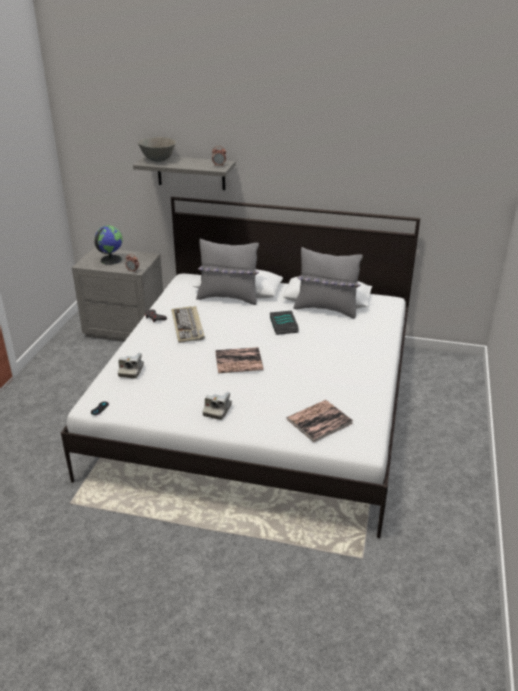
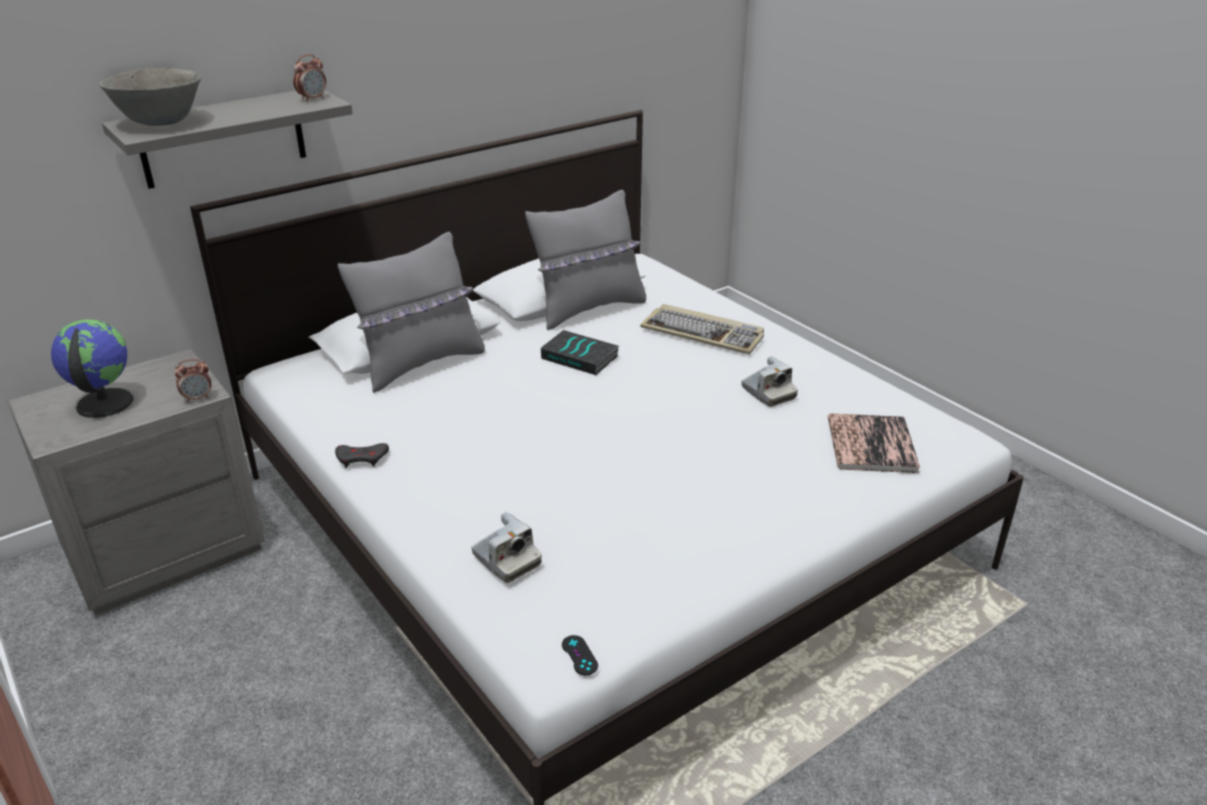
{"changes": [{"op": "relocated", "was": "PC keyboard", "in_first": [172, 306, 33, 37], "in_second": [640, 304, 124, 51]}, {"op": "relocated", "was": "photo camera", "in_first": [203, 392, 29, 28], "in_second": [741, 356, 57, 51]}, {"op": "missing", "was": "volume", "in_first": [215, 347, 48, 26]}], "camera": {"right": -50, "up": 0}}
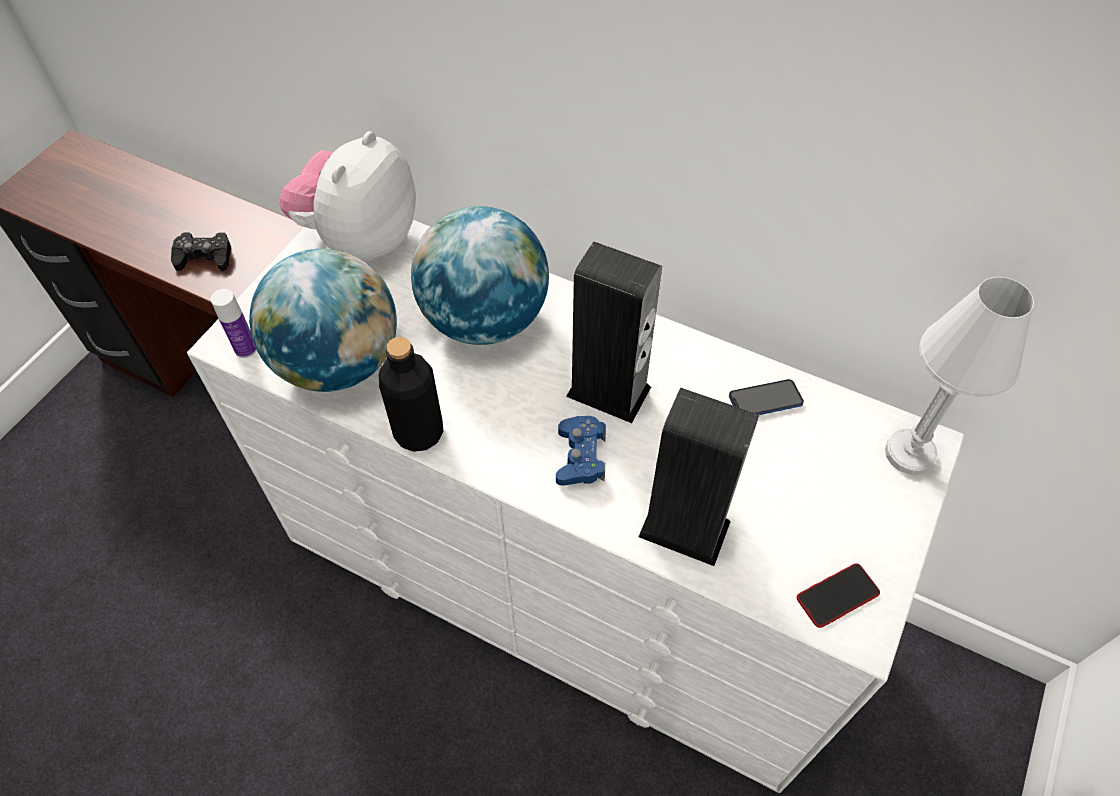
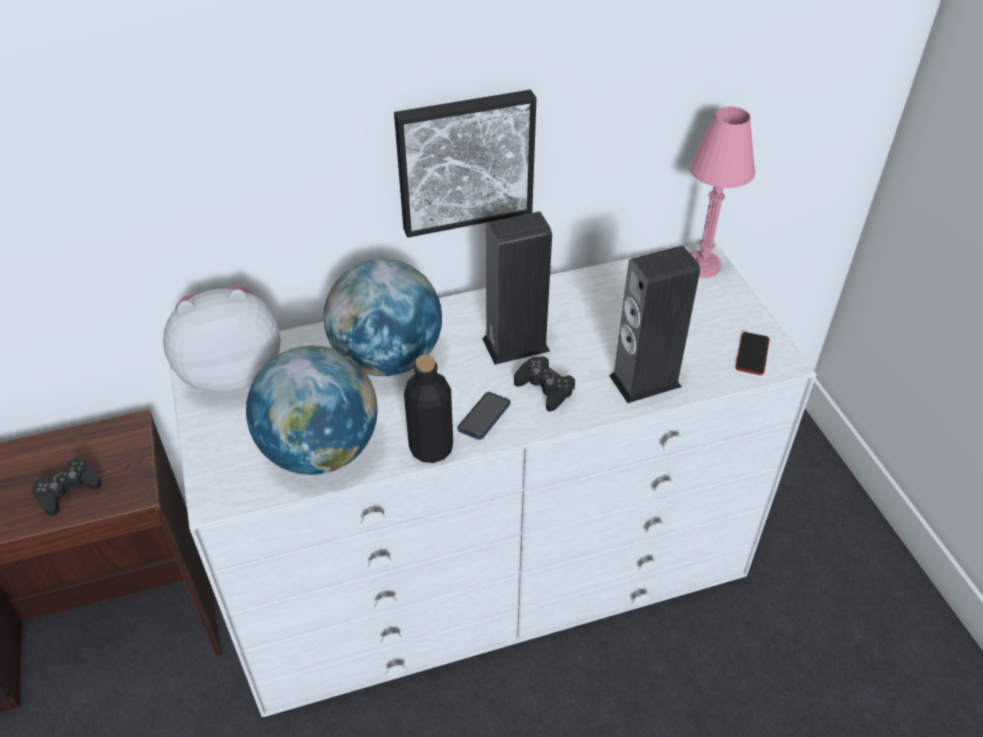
{"changes": [{"op": "missing", "was": "drink bottle", "in_first": [211, 289, 46, 69]}, {"op": "spun", "was": "cuddly toy", "in_first": [279, 131, 137, 131], "in_second": [163, 285, 118, 108], "clockwise": 90}, {"op": "colour", "was": "blue-coloured joypad", "now": "black-coloured joypad", "in_first": [556, 416, 50, 70], "in_second": [514, 356, 61, 56]}, {"op": "relocated", "was": "handset", "in_first": [729, 379, 75, 36], "in_second": [457, 392, 54, 48]}, {"op": "colour", "was": "white-coloured tabletop lamp", "now": "pinkish tabletop lamp", "in_first": [885, 277, 149, 198], "in_second": [689, 106, 66, 172]}, {"op": "appeared", "now": "wall picture", "in_second": [394, 90, 143, 148]}], "camera": {"right": -45, "up": -10}}
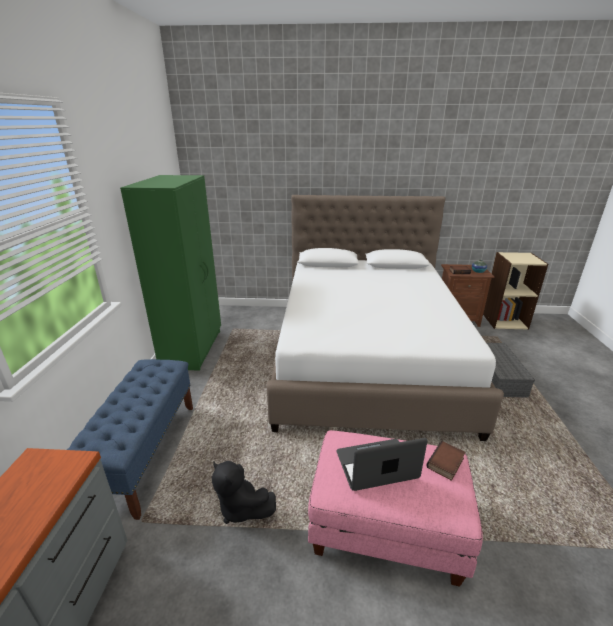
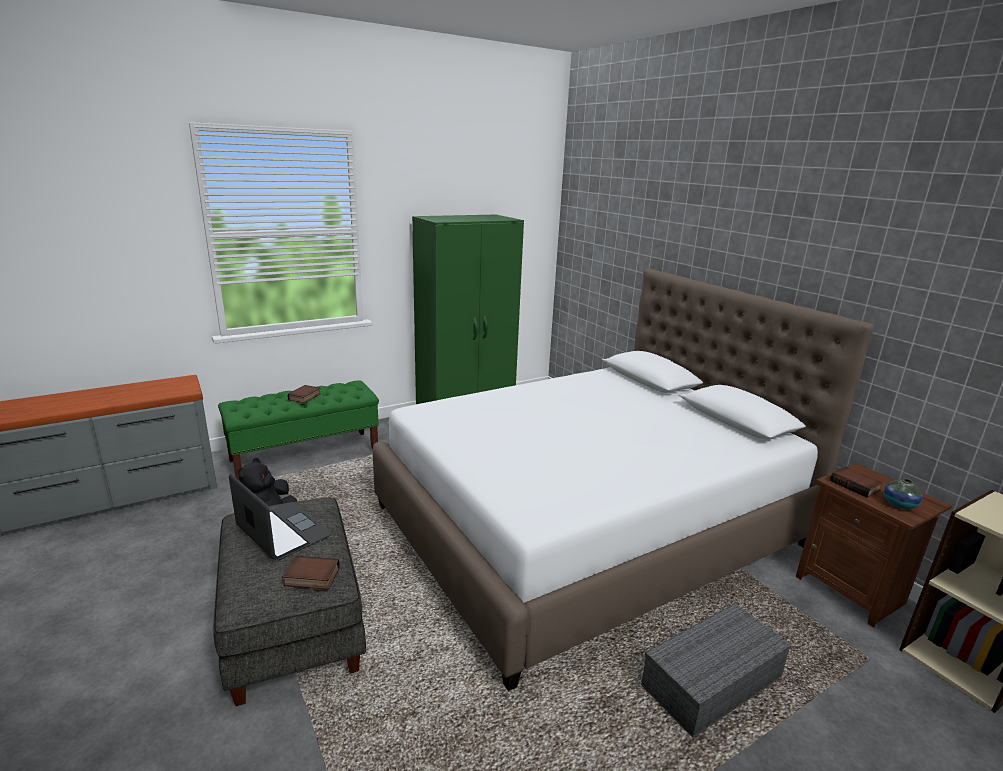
{"changes": [{"op": "colour", "was": "blue-coloured long seat", "now": "greenish long seat", "in_first": [67, 359, 126, 161], "in_second": [218, 381, 161, 100]}, {"op": "colour", "was": "pinkish ottoman", "now": "grey ottoman", "in_first": [308, 430, 175, 157], "in_second": [213, 498, 153, 208]}, {"op": "appeared", "now": "volume", "in_second": [288, 385, 33, 18]}], "camera": {"right": 55, "up": -5}}
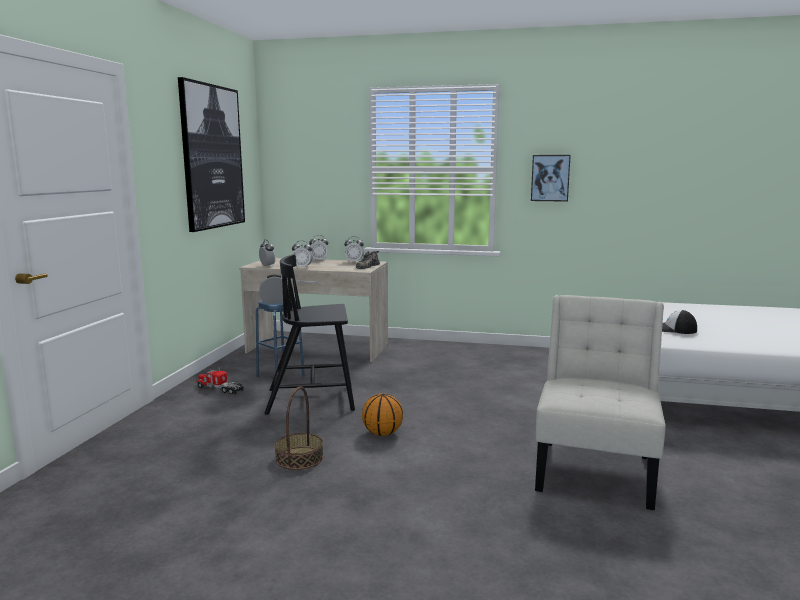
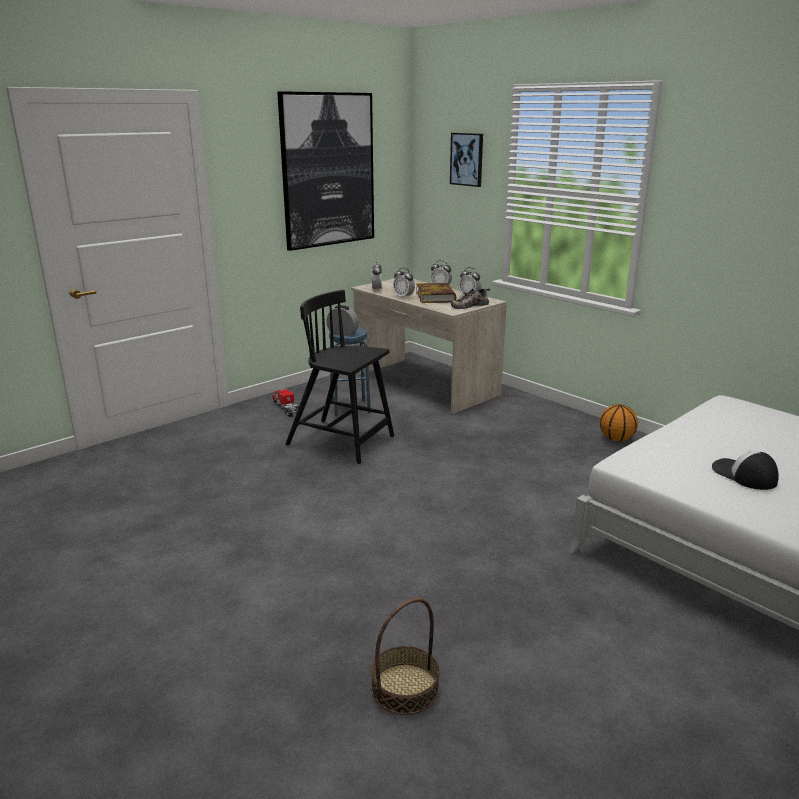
{"changes": [{"op": "relocated", "was": "basket", "in_first": [275, 386, 49, 84], "in_second": [371, 598, 69, 117]}, {"op": "relocated", "was": "basketball ball", "in_first": [362, 393, 41, 43], "in_second": [600, 404, 38, 37]}, {"op": "relocated", "was": "wall picture", "in_first": [531, 155, 40, 47], "in_second": [450, 133, 33, 54]}, {"op": "missing", "was": "white-coloured upright chair", "in_first": [535, 295, 131, 215]}, {"op": "appeared", "now": "volume", "in_second": [416, 283, 41, 20]}], "camera": {"right": 35, "up": 10}}
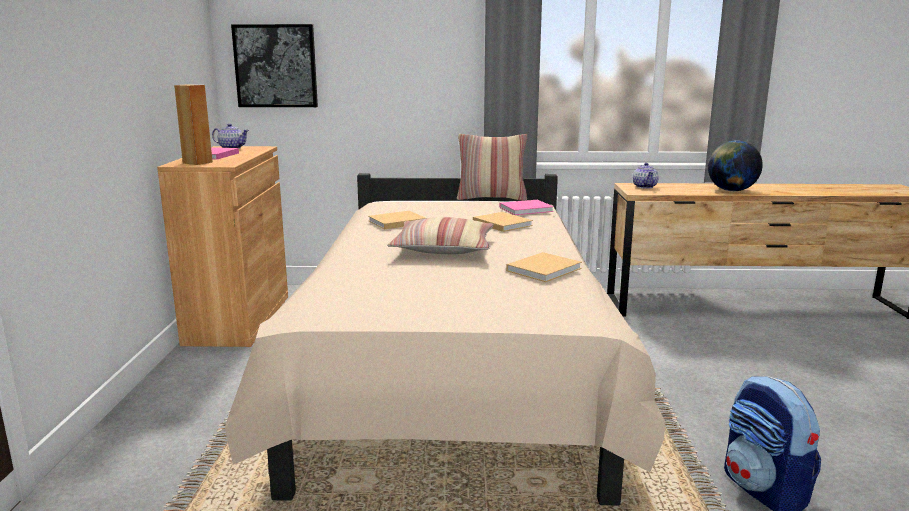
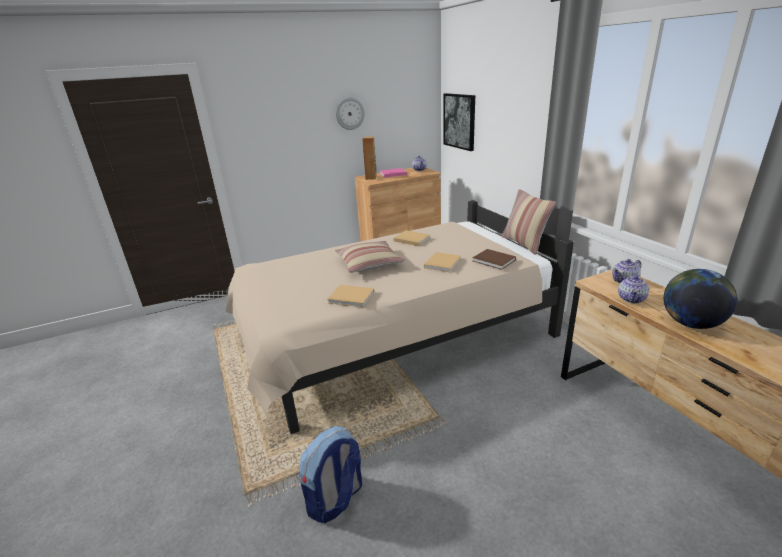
{"changes": [{"op": "colour", "was": "pinkish volume", "now": "brownish volume", "in_first": [499, 200, 55, 15], "in_second": [473, 249, 43, 21]}, {"op": "appeared", "now": "wall clock", "in_second": [336, 97, 29, 33]}, {"op": "appeared", "now": "pot for tea", "in_second": [618, 273, 31, 30]}], "camera": {"right": 65, "up": 10}}
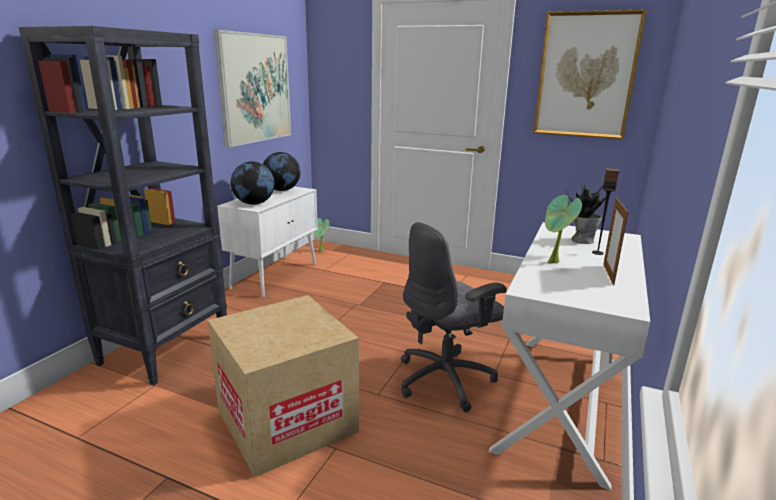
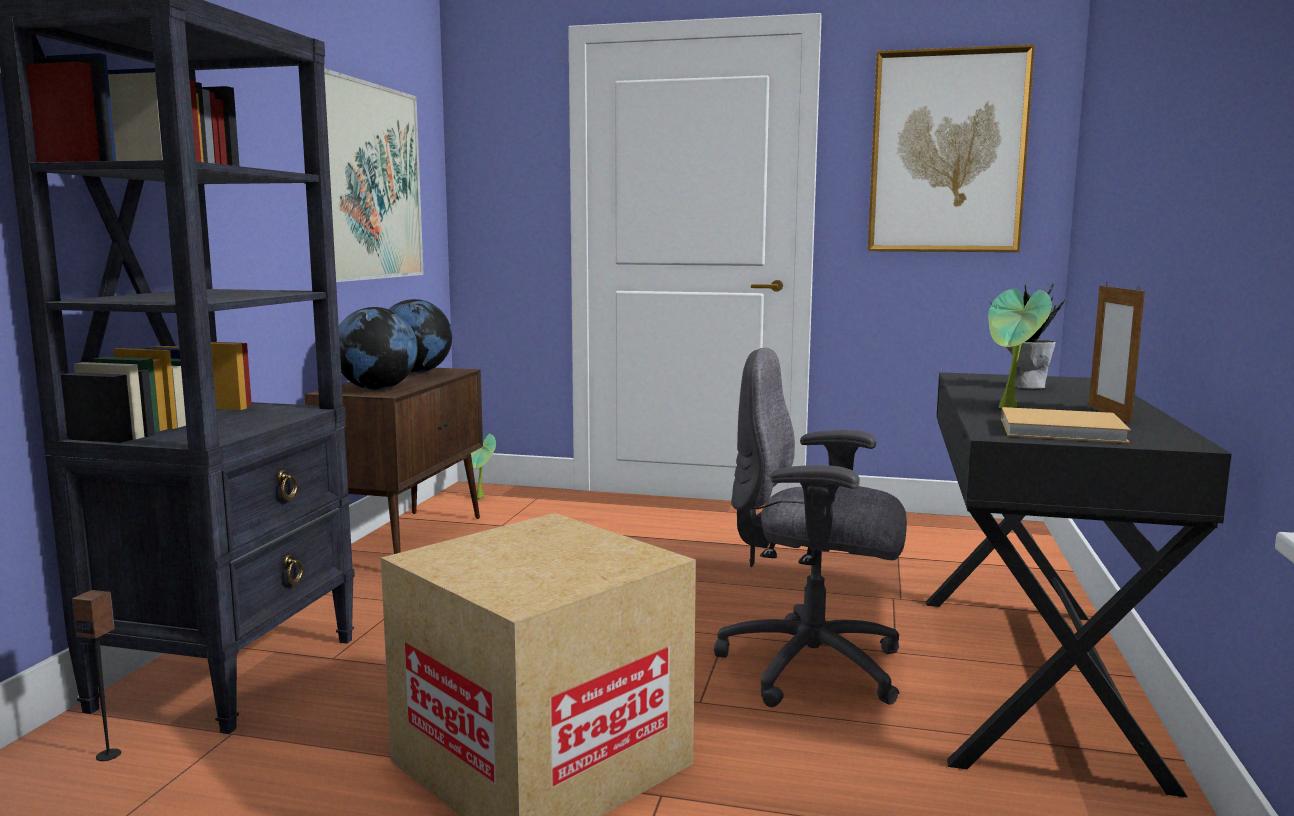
{"changes": [{"op": "colour", "was": "white-coloured cabinet", "now": "brownish cabinet", "in_first": [217, 187, 101, 111], "in_second": [304, 368, 179, 186]}, {"op": "spun", "was": "grey computer chair", "in_first": [400, 222, 107, 190], "in_second": [714, 348, 193, 359], "clockwise": 60}, {"op": "colour", "was": "white-coloured desk unit", "now": "black-coloured desk unit", "in_first": [488, 222, 162, 268], "in_second": [926, 372, 306, 425]}, {"op": "relocated", "was": "audio speaker", "in_first": [592, 168, 27, 87], "in_second": [72, 590, 49, 171]}, {"op": "appeared", "now": "sand-coloured volume", "in_second": [1001, 407, 130, 36]}], "camera": {"right": -10, "up": -10}}
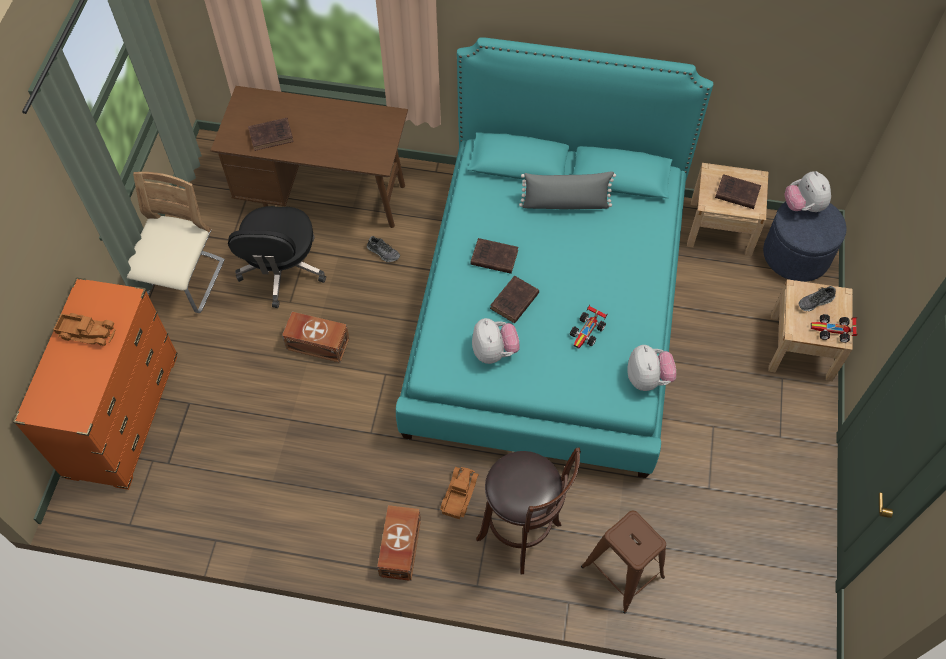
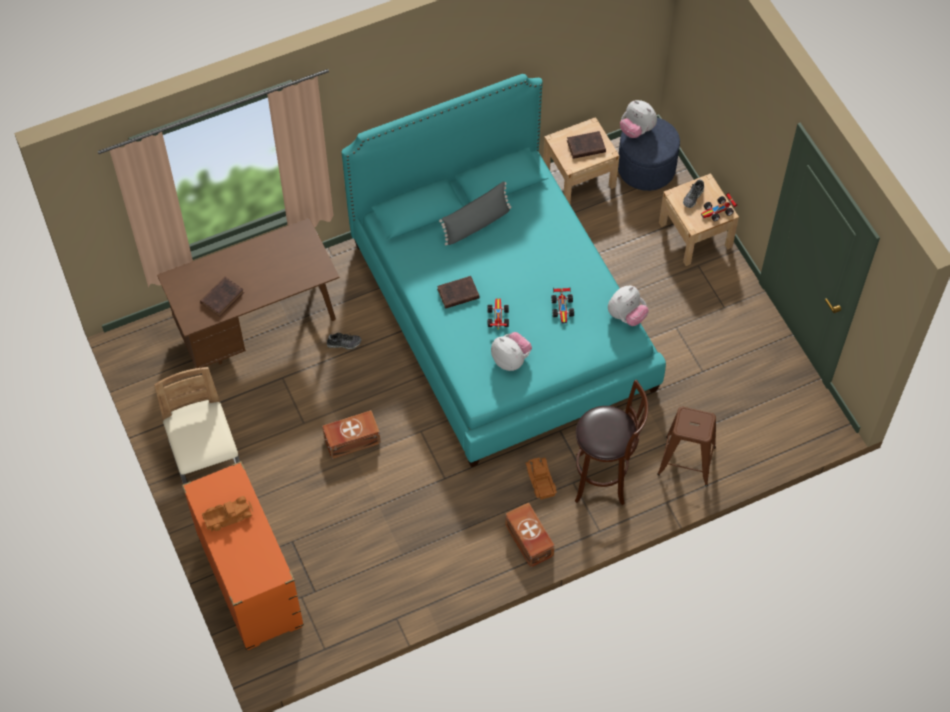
{"changes": [{"op": "missing", "was": "black-coloured computer chair", "in_first": [228, 206, 98, 102]}, {"op": "exchanged", "was": "brownish volume", "now": "model car", "in_first": [490, 276, 49, 47], "in_second": [488, 299, 21, 30]}, {"op": "spun", "was": "cuddly toy", "in_first": [627, 345, 49, 46], "in_second": [608, 285, 41, 41], "clockwise": 90}], "camera": {"right": -35, "up": 0}}
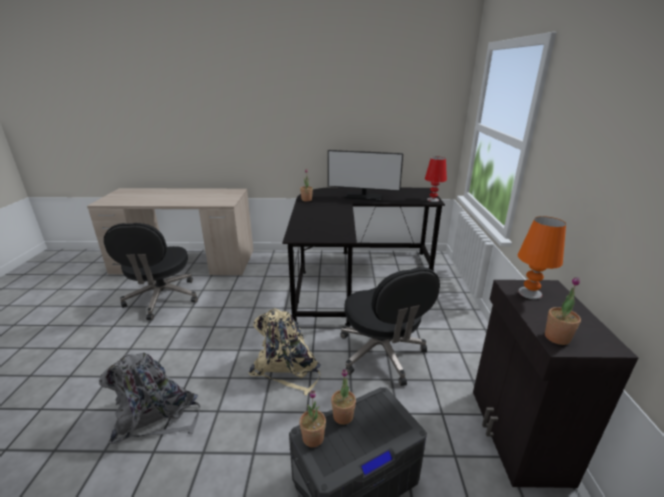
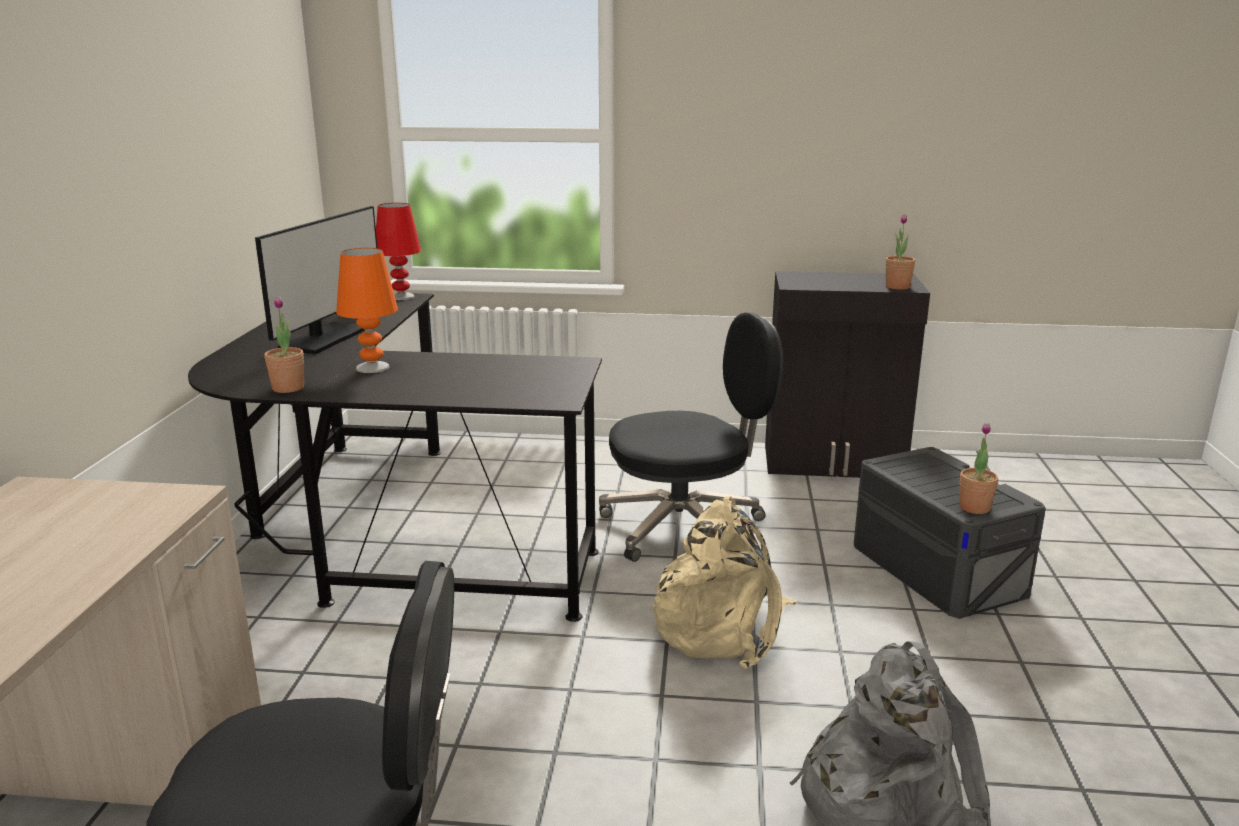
{"changes": [{"op": "missing", "was": "plant in a pot", "in_first": [331, 369, 25, 56]}, {"op": "relocated", "was": "orangey tabletop lamp", "in_first": [518, 216, 48, 83], "in_second": [336, 248, 62, 125]}], "camera": {"right": -85, "up": -5}}
